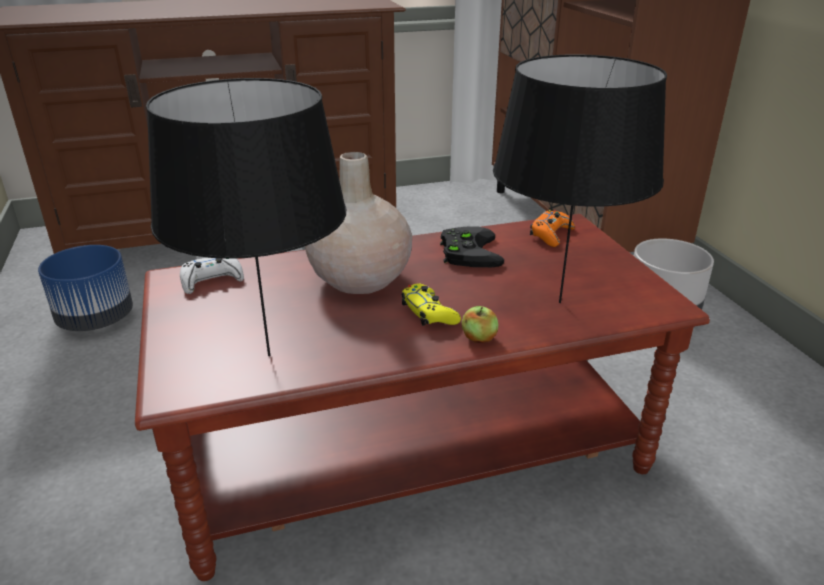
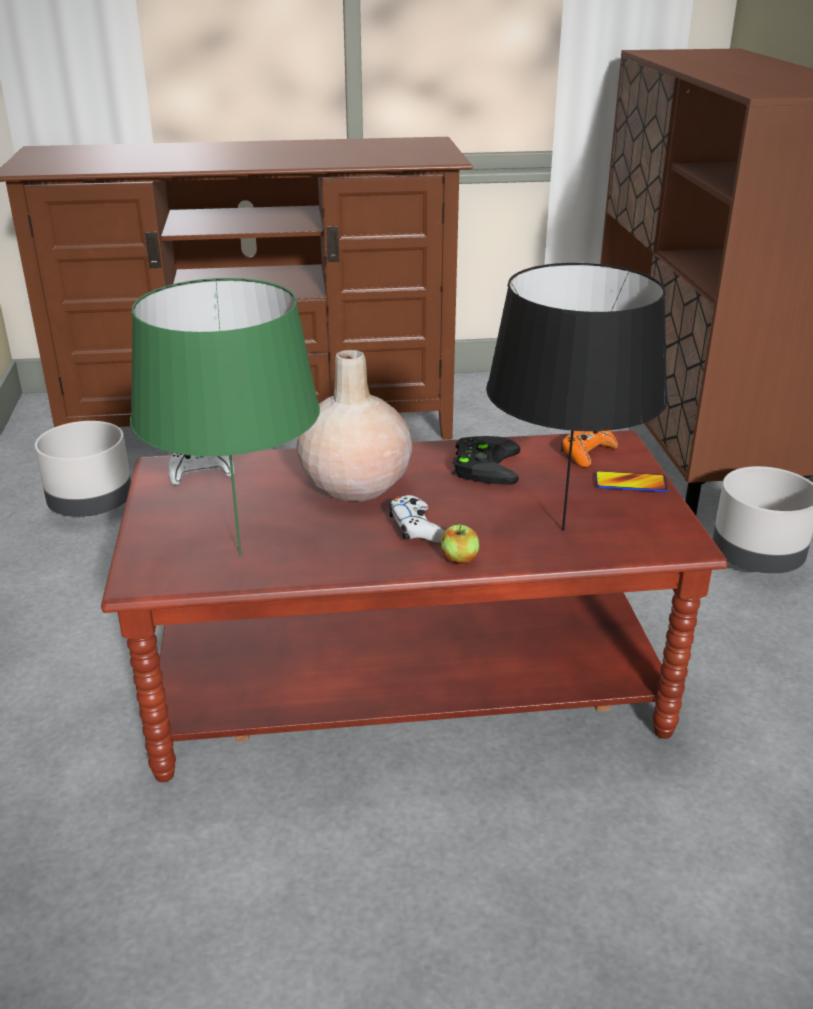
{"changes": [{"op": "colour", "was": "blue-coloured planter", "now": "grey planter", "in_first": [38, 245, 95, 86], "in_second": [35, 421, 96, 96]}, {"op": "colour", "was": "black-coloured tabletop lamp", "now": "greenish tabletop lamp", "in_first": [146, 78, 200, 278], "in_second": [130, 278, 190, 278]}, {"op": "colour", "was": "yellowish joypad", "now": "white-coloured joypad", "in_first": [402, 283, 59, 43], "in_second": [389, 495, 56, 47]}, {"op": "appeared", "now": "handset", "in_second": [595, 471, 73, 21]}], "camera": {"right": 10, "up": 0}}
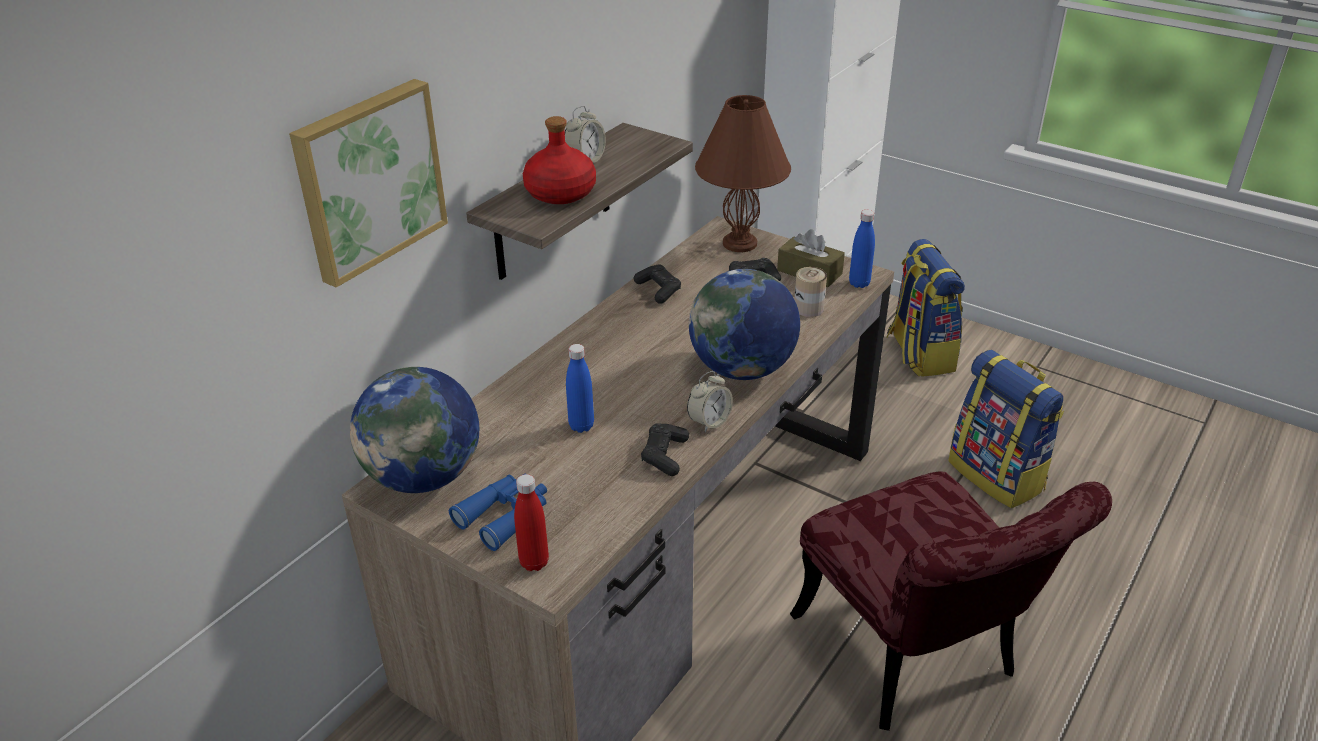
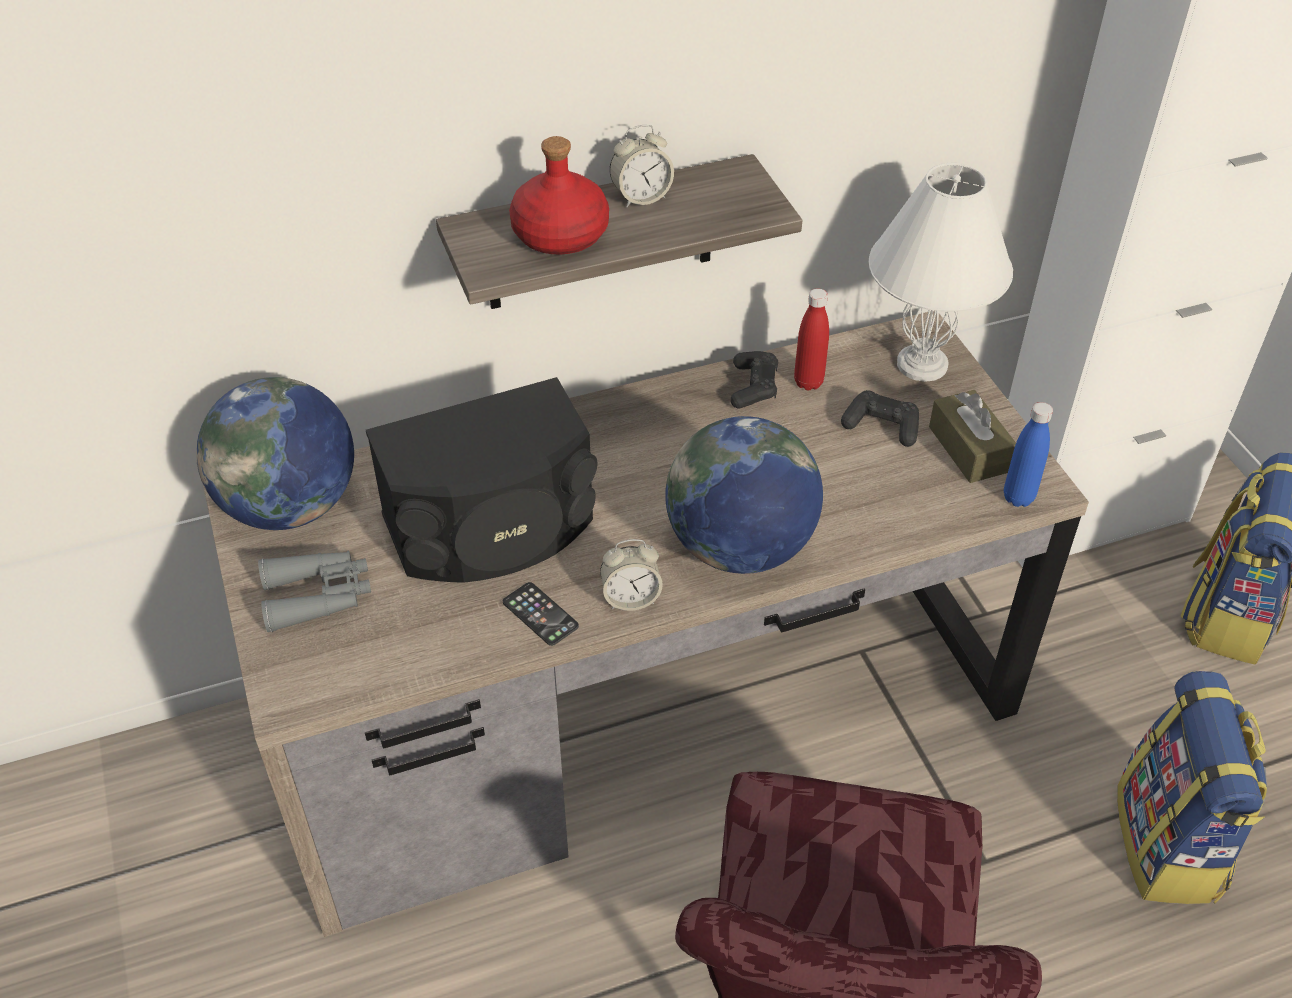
{"changes": [{"op": "missing", "was": "wall picture", "in_first": [289, 79, 159, 208]}, {"op": "colour", "was": "blue-coloured field glasses", "now": "grey field glasses", "in_first": [449, 473, 98, 78], "in_second": [258, 551, 113, 81]}, {"op": "relocated", "was": "red-coloured drink bottle", "in_first": [514, 474, 35, 97], "in_second": [794, 288, 35, 102]}, {"op": "exchanged", "was": "blue-coloured drink bottle", "now": "black-coloured audio speaker", "in_first": [566, 344, 28, 89], "in_second": [366, 377, 232, 206]}, {"op": "exchanged", "was": "black-coloured joypad", "now": "handset", "in_first": [641, 423, 48, 53], "in_second": [503, 582, 76, 64]}, {"op": "colour", "was": "brownish tabletop lamp", "now": "white-coloured tabletop lamp", "in_first": [695, 95, 96, 157], "in_second": [869, 163, 144, 219]}, {"op": "missing", "was": "metal can", "in_first": [794, 267, 33, 50]}], "camera": {"right": 35, "up": 10}}
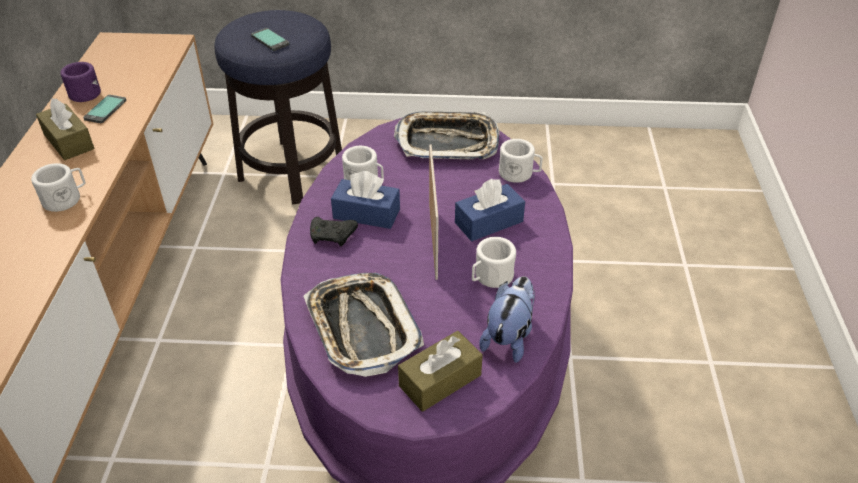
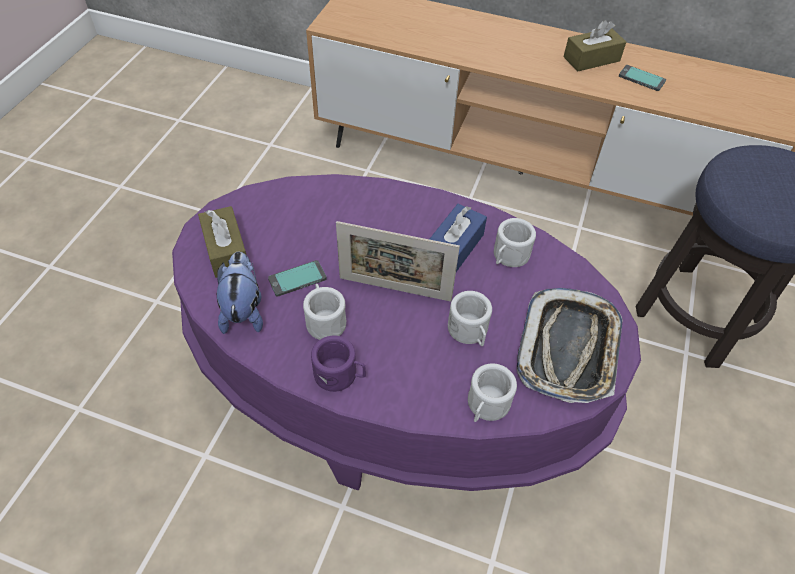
{"changes": [{"op": "relocated", "was": "white-coloured mug", "in_first": [31, 163, 55, 49], "in_second": [448, 291, 44, 55]}, {"op": "relocated", "was": "purple-coloured mug", "in_first": [60, 62, 41, 40], "in_second": [311, 335, 55, 57]}, {"op": "relocated", "was": "handset", "in_first": [251, 28, 39, 23], "in_second": [268, 260, 59, 37]}, {"op": "missing", "was": "serving tray", "in_first": [304, 273, 120, 104]}, {"op": "missing", "was": "black-coloured joypad", "in_first": [310, 217, 48, 29]}, {"op": "missing", "was": "blue-coloured tissue holder", "in_first": [455, 179, 70, 62]}, {"op": "spun", "was": "cuddly toy", "in_first": [479, 276, 56, 87], "in_second": [217, 252, 46, 82], "clockwise": -135}], "camera": {"right": 105, "up": 10}}
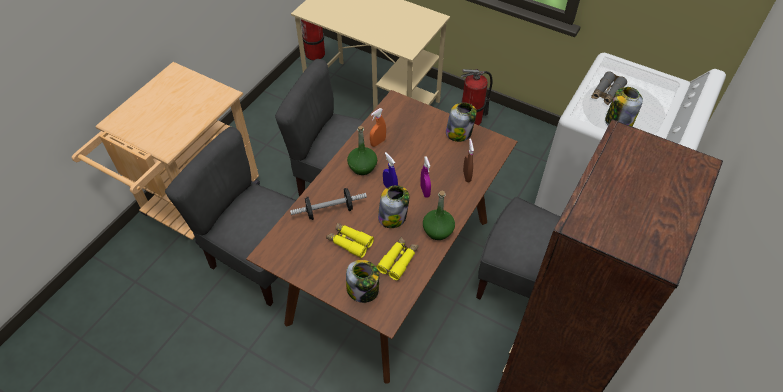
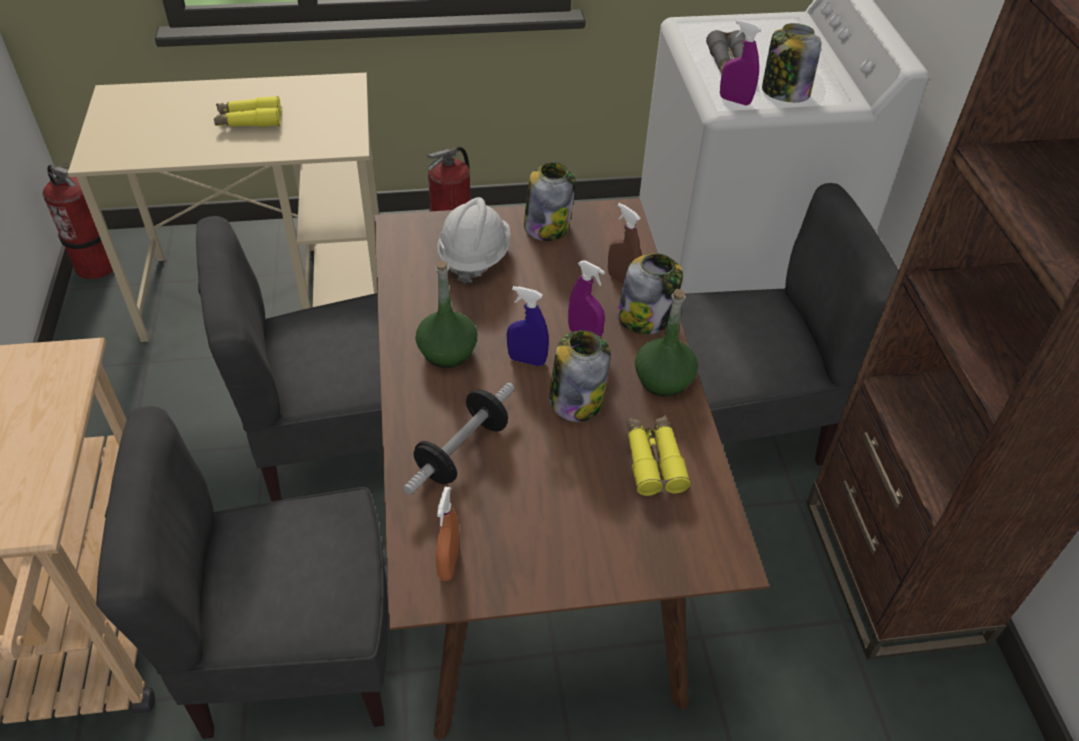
{"changes": [{"op": "relocated", "was": "yellowish field glasses", "in_first": [326, 223, 48, 35], "in_second": [214, 96, 67, 31]}, {"op": "relocated", "was": "preserve jar", "in_first": [346, 260, 33, 43], "in_second": [617, 253, 66, 81]}, {"op": "relocated", "was": "orangey hand sprayer", "in_first": [370, 108, 16, 39], "in_second": [436, 487, 24, 94]}, {"op": "appeared", "now": "white-coloured safety helmet", "in_second": [438, 197, 73, 87]}, {"op": "appeared", "now": "purple-coloured hand sprayer", "in_second": [720, 20, 42, 86]}], "camera": {"right": -40, "up": -5}}
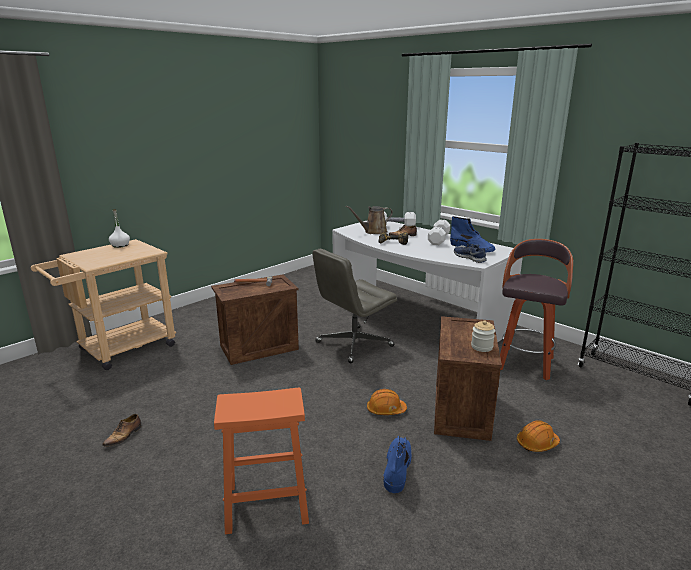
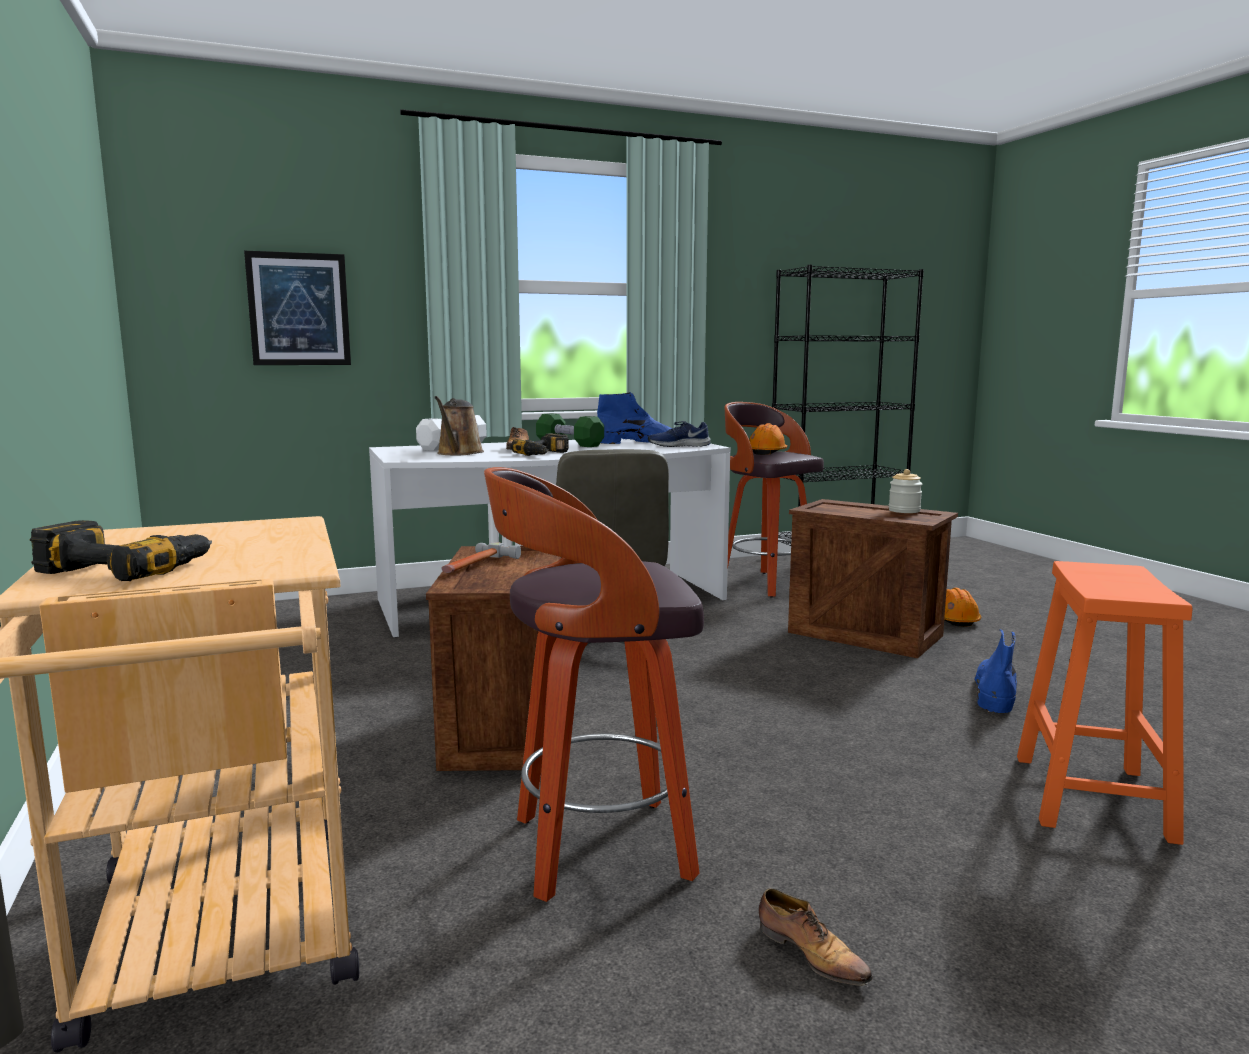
{"changes": [{"op": "missing", "was": "white-coloured drink bottle", "in_first": [109, 209, 21, 39]}, {"op": "relocated", "was": "orangey safety helmet", "in_first": [367, 389, 40, 26], "in_second": [749, 423, 39, 32]}, {"op": "spun", "was": "blue-coloured boot", "in_first": [383, 436, 28, 57], "in_second": [974, 629, 43, 84], "clockwise": 75}, {"op": "colour", "was": "white-coloured free weight", "now": "greenish free weight", "in_first": [428, 220, 22, 25], "in_second": [536, 413, 68, 34]}, {"op": "appeared", "now": "power drill", "in_second": [29, 520, 183, 61]}, {"op": "appeared", "now": "wall picture", "in_second": [244, 251, 107, 114]}, {"op": "appeared", "now": "stool seat", "in_second": [484, 467, 220, 435]}], "camera": {"right": -65, "up": -10}}
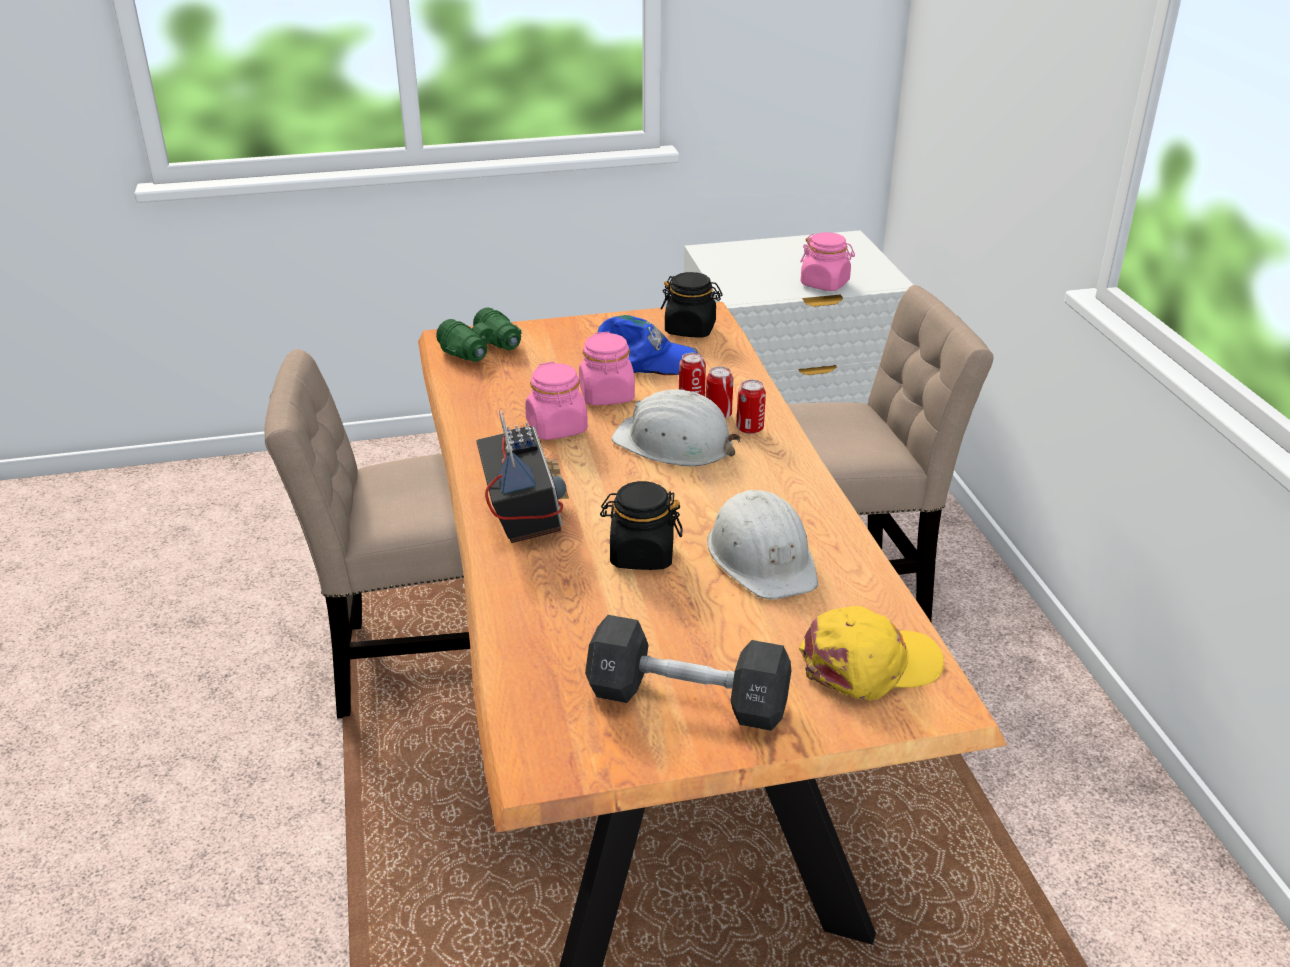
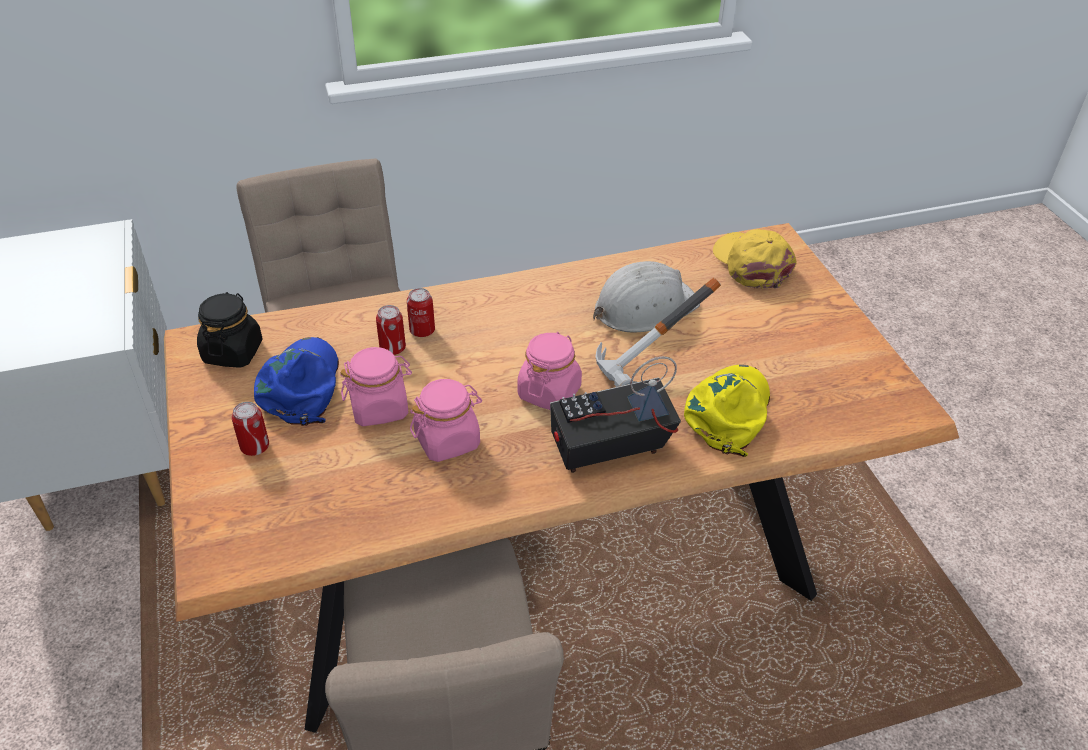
{"changes": [{"op": "missing", "was": "greenish field glasses", "in_first": [436, 308, 86, 54]}, {"op": "missing", "was": "black-coloured free weight", "in_first": [585, 615, 206, 116]}, {"op": "exchanged", "was": "black-coloured preserve jar", "now": "hand hammer", "in_first": [600, 481, 82, 89], "in_second": [595, 278, 126, 109]}, {"op": "missing", "was": "white-coloured safety helmet", "in_first": [611, 389, 130, 77]}, {"op": "relocated", "was": "metal can", "in_first": [736, 380, 30, 54], "in_second": [232, 402, 37, 54]}, {"op": "relocated", "was": "pinkish preserve jar", "in_first": [800, 232, 55, 59], "in_second": [517, 332, 65, 78]}, {"op": "appeared", "now": "yellowish cap", "in_second": [684, 365, 86, 92]}], "camera": {"right": -95, "up": 10}}
